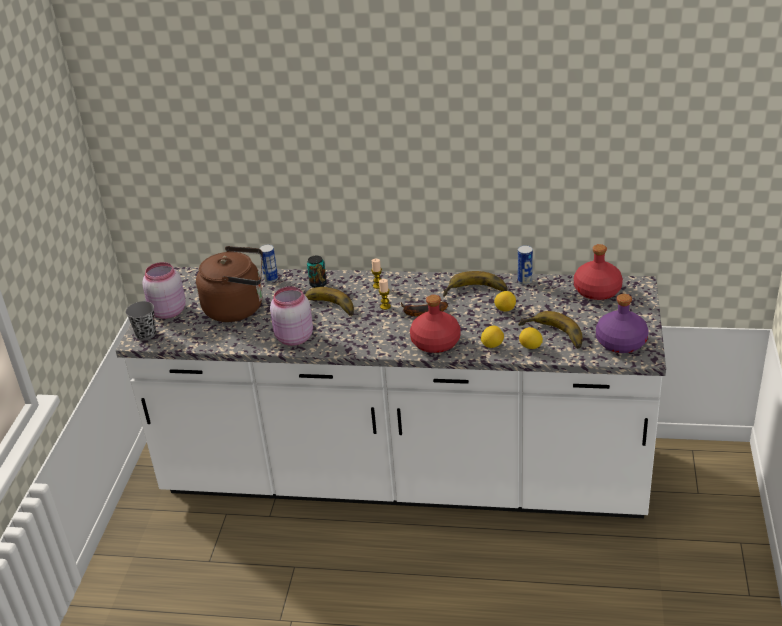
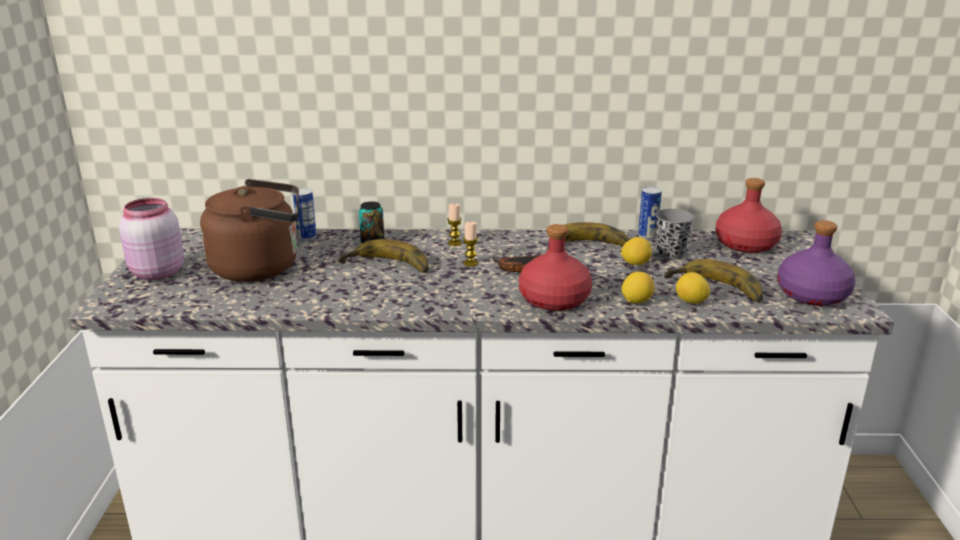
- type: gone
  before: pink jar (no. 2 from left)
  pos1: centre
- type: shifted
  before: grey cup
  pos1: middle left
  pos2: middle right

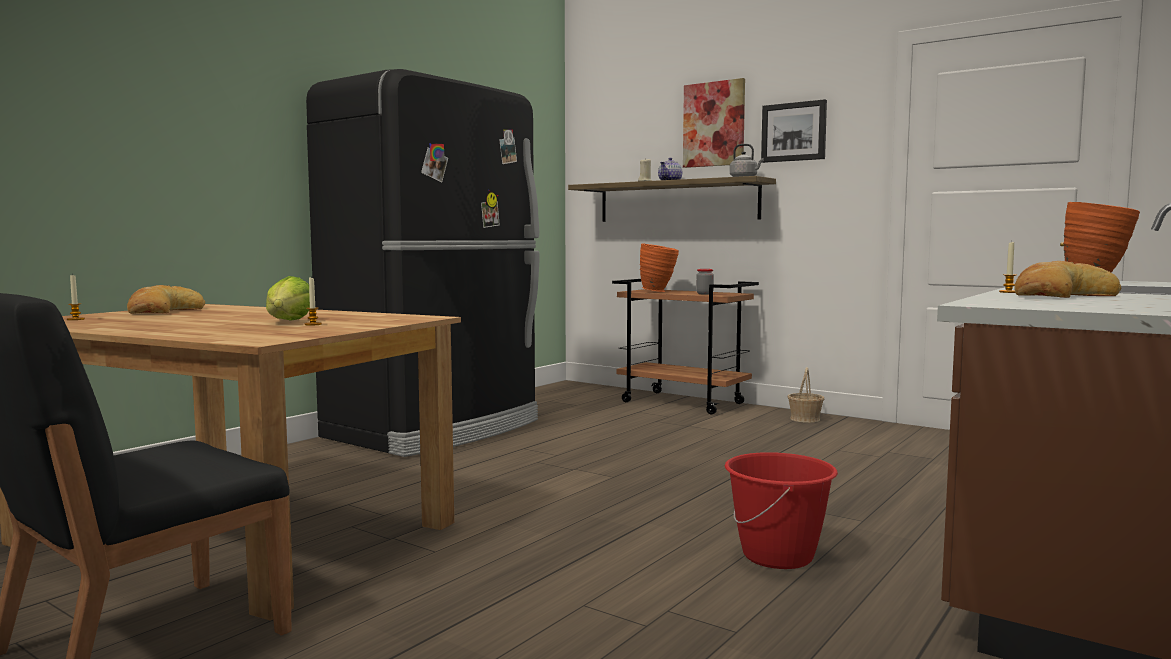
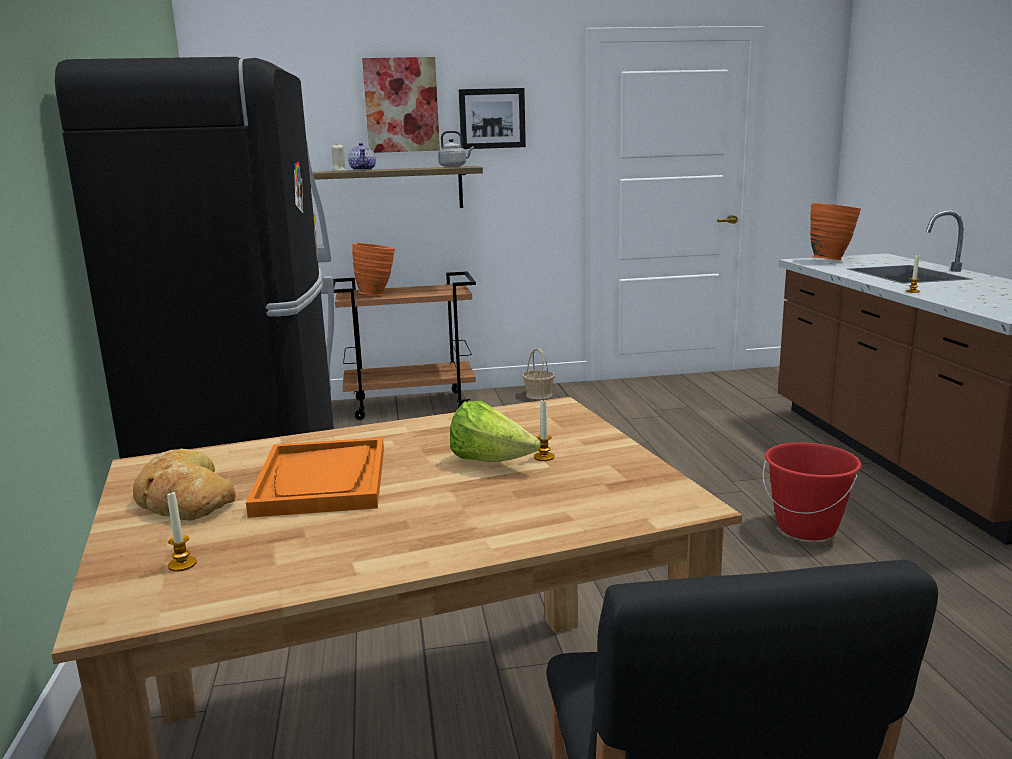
- type: gone
  before: jar
  pos1: centre
- type: gone
  before: bread (no. 2 from left)
  pos1: middle right
- type: new
  after: orange tray
  pos2: middle left

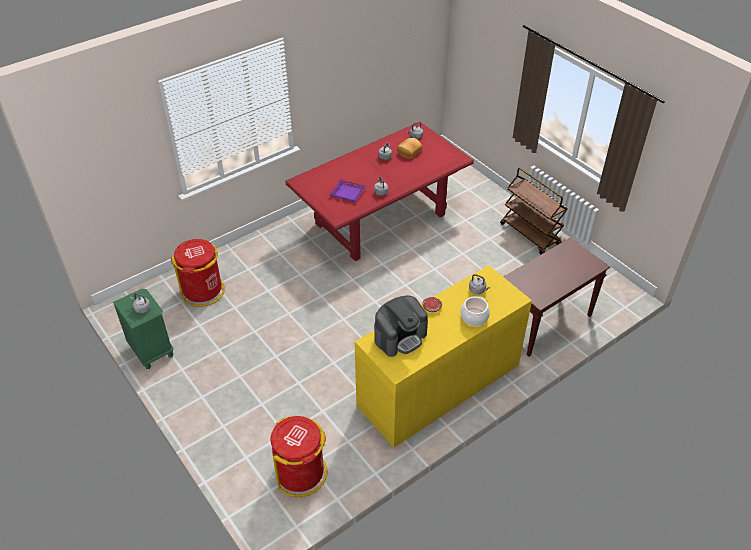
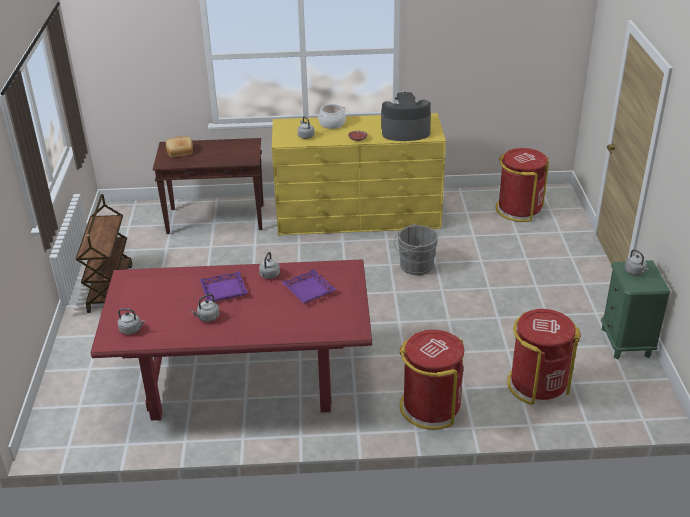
- type: new
  after: purple tray (no. 1 from left)
  pos2: middle left
- type: new
  after: grey bucket
  pos2: centre
- type: new
  after: red trash can (no. 1 from left)
  pos2: bottom centre
- type: shifted
  before: bread
  pos1: top centre
  pos2: top left

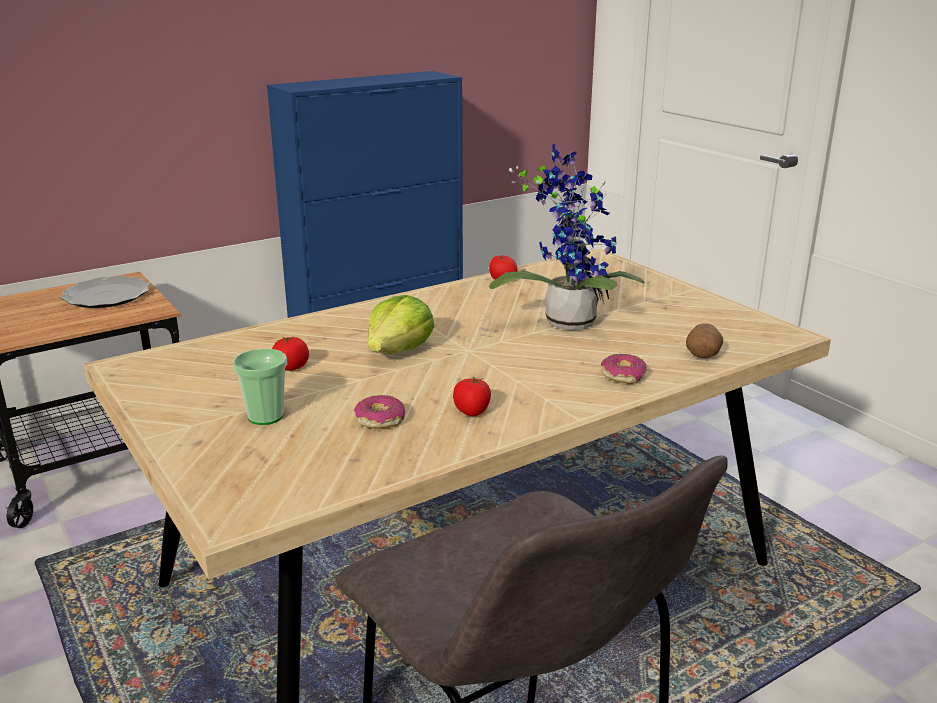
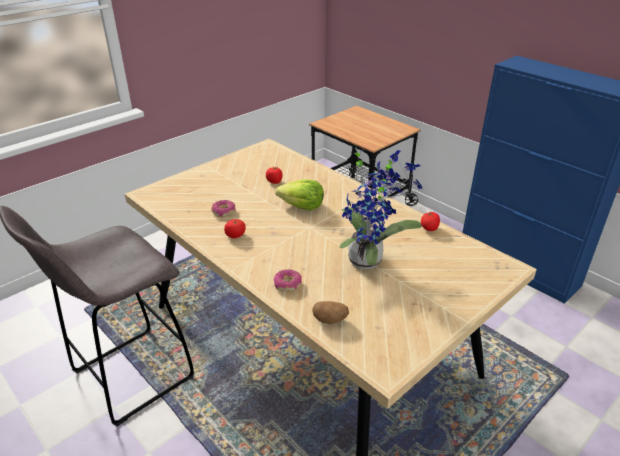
- type: gone
  before: plate
  pos1: middle left
- type: gone
  before: cup
  pos1: middle left

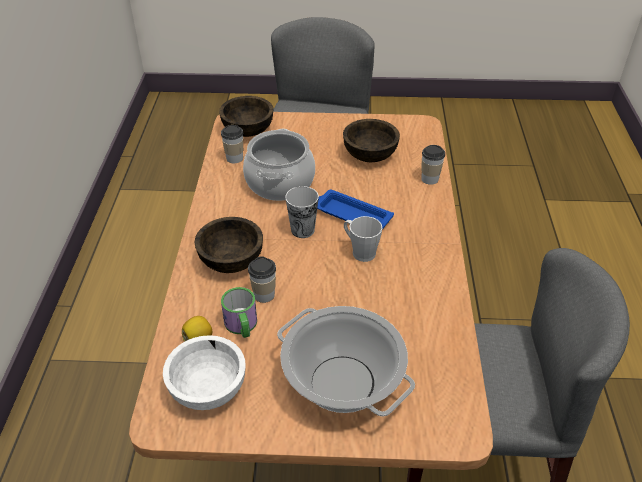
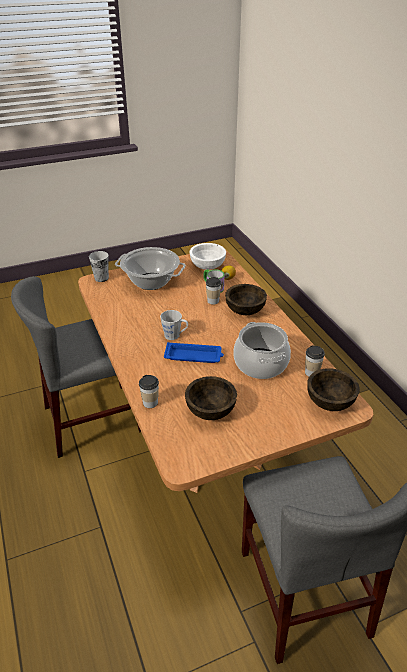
- type: shifted
  before: cup (no. 3 from left in the first image)
  after: cup (no. 1 from left)
  pos1: centre
  pos2: middle left

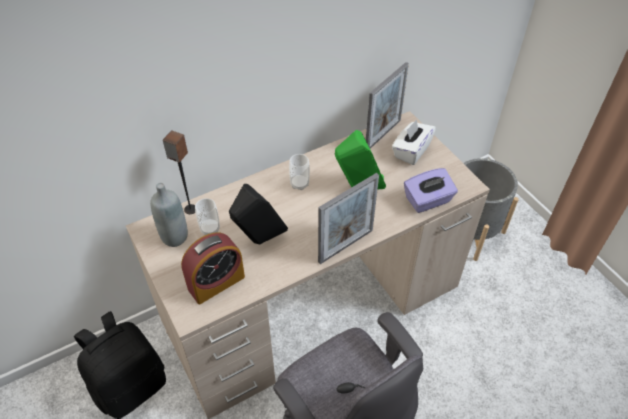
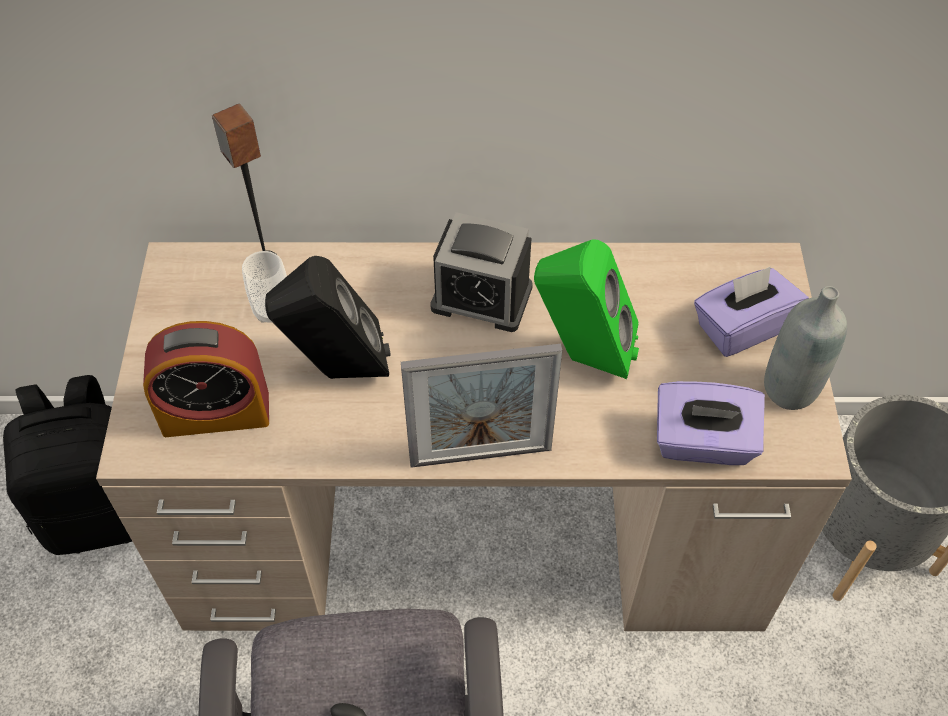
- type: gone
  before: picture frame (no. 2 from left)
  pos1: top centre
- type: shifted
  before: grey bottle
  pos1: middle left
  pos2: middle right
- type: swapped
  before: cup (no. 2 from left)
  after: alarm clock (no. 2 from left)
  pos1: centre
  pos2: centre
- type: repainted
  before: white tissue box
  after: purple tissue box (no. 2 from left)
  pos1: centre
  pos2: middle right

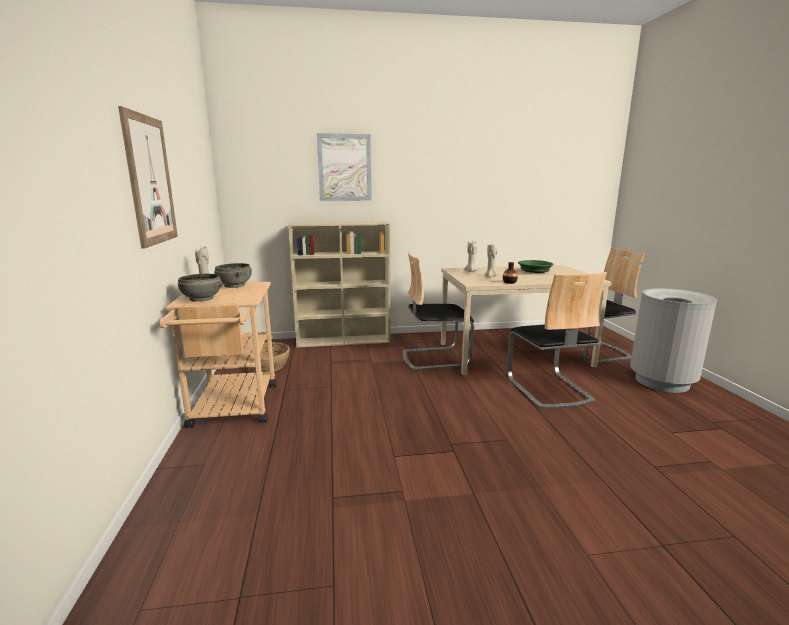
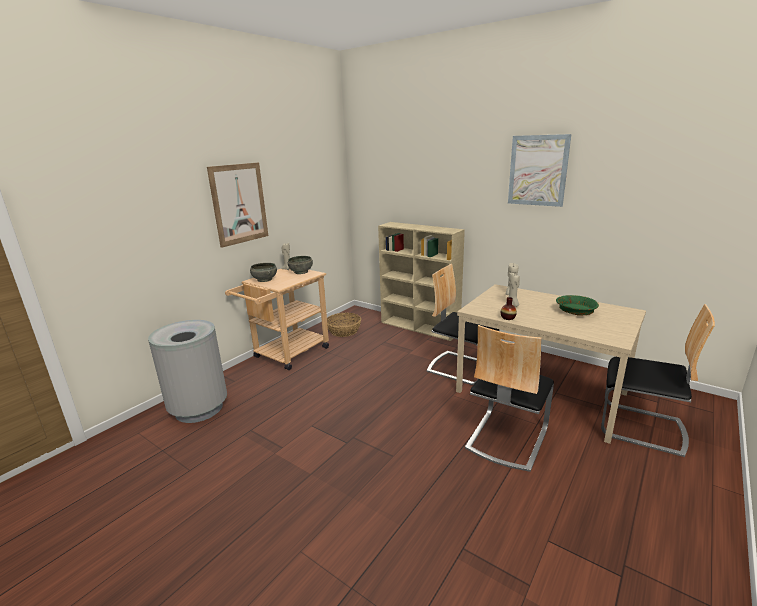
- type: shifted
  before: picture (no. 2 from left)
  pos1: top centre
  pos2: top right
- type: shifted
  before: grey trash can
  pos1: middle right
  pos2: middle left

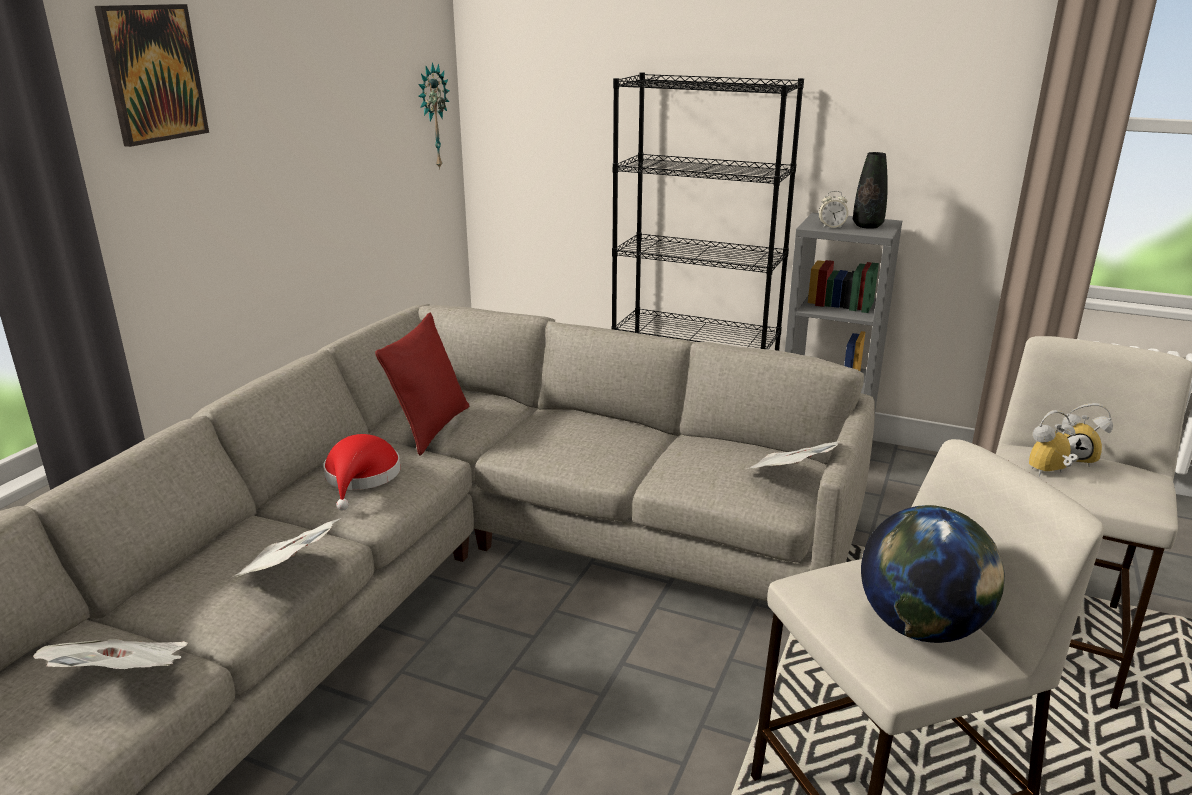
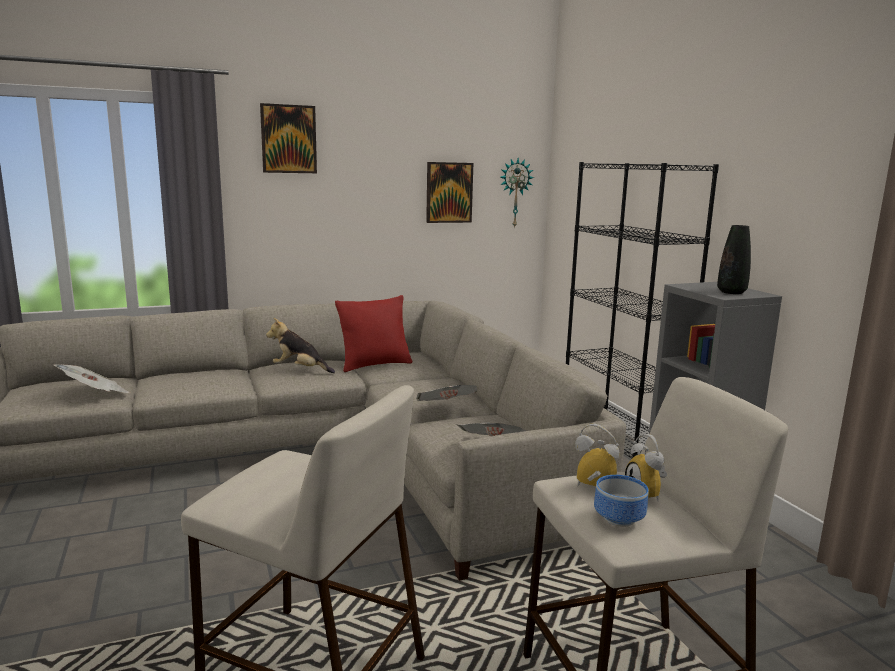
- type: gone
  before: alarm clock (no. 1 from left)
  pos1: top right
- type: gone
  before: globe
  pos1: bottom right
- type: new
  after: picture (no. 2 from left)
  pos2: top centre
- type: new
  after: bowl
  pos2: bottom right
- type: shifted
  before: newspaper (no. 2 from left)
  pos1: bottom left
  pos2: centre
- type: swapped
  before: red hat
  after: plush toy
  pos1: middle left
  pos2: centre

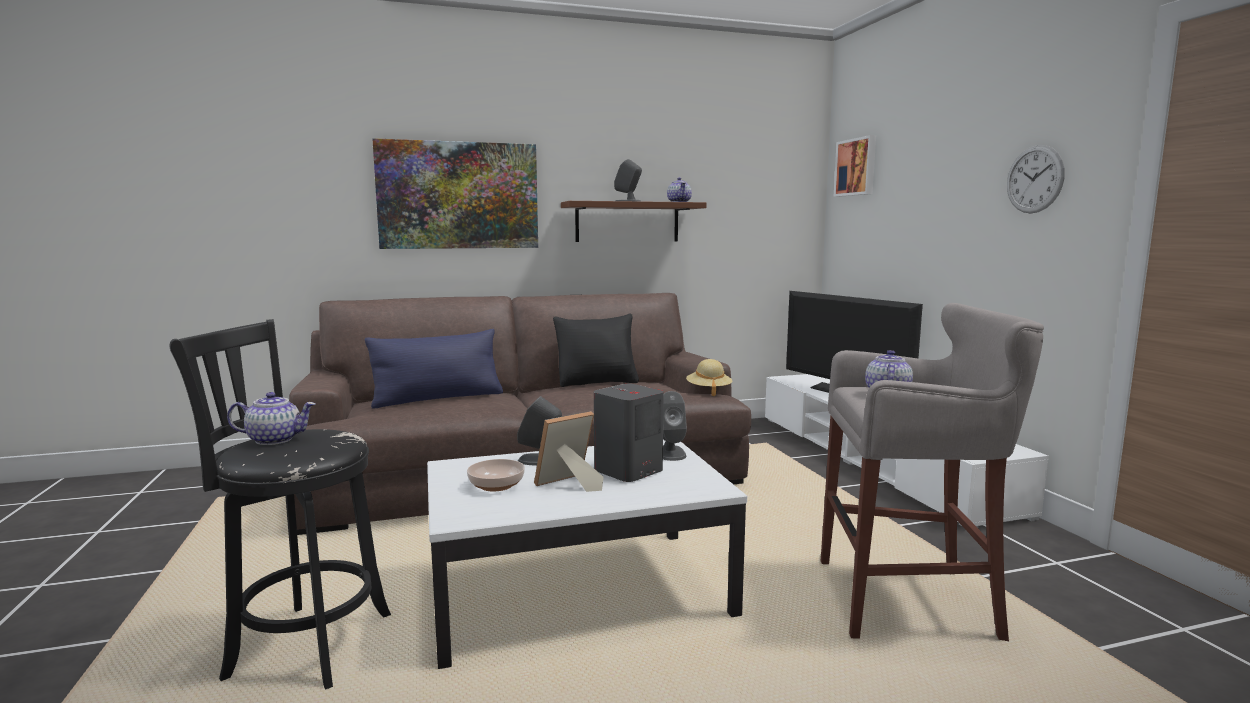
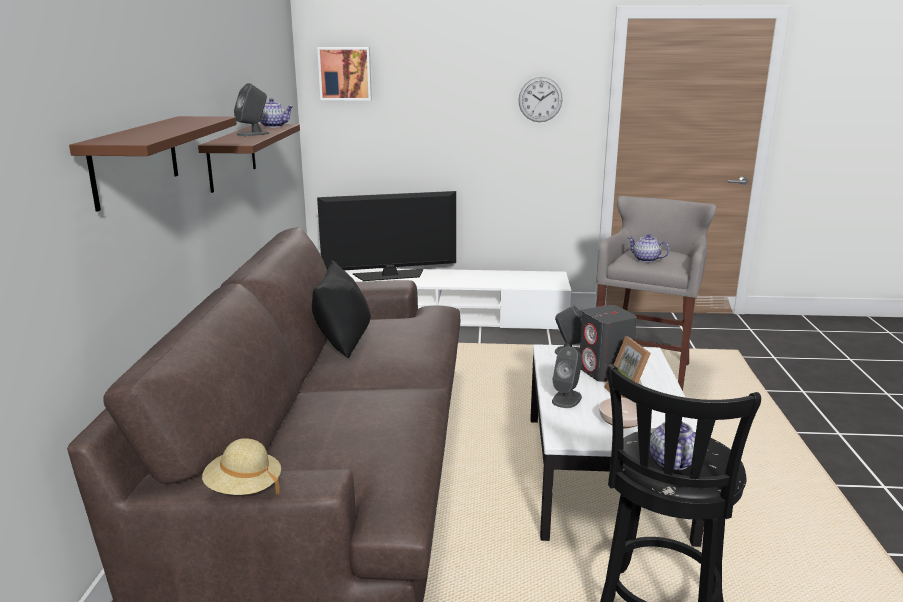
- type: gone
  before: blue pillow
  pos1: centre
- type: shifted
  before: beige hat
  pos1: centre
  pos2: bottom left
- type: swapped
  before: picture (no. 1 from left)
  after: brown shelf (no. 1 from left)
  pos1: top centre
  pos2: top left

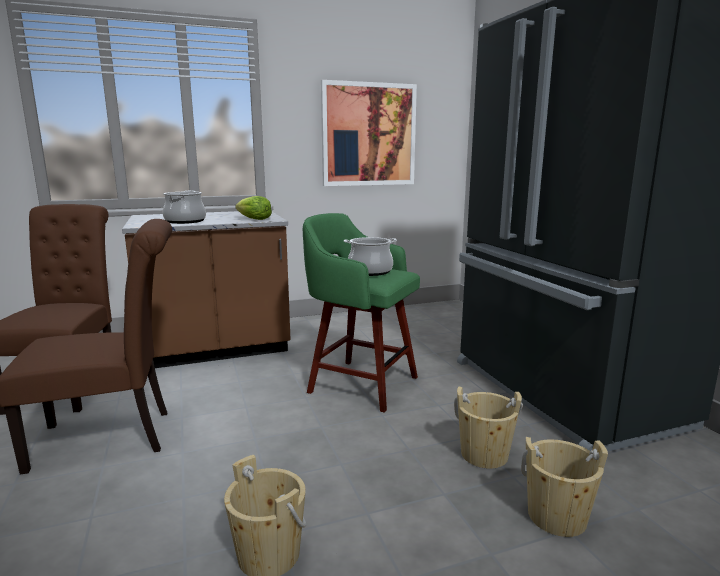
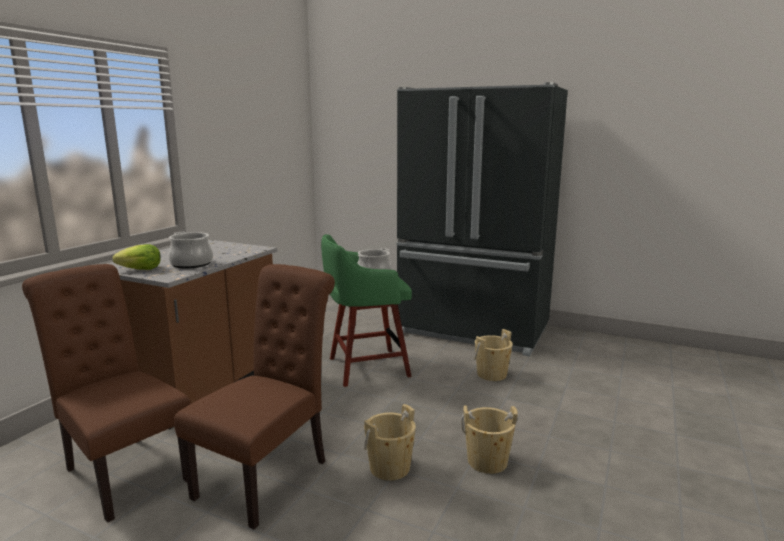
- type: gone
  before: picture
  pos1: top centre
- type: shifted
  before: lettuce
  pos1: centre
  pos2: middle left
- type: shifted
  before: beige bucket (no. 3 from left in the first image)
  after: beige bucket (no. 1 from left)
  pos1: bottom right
  pos2: bottom centre

